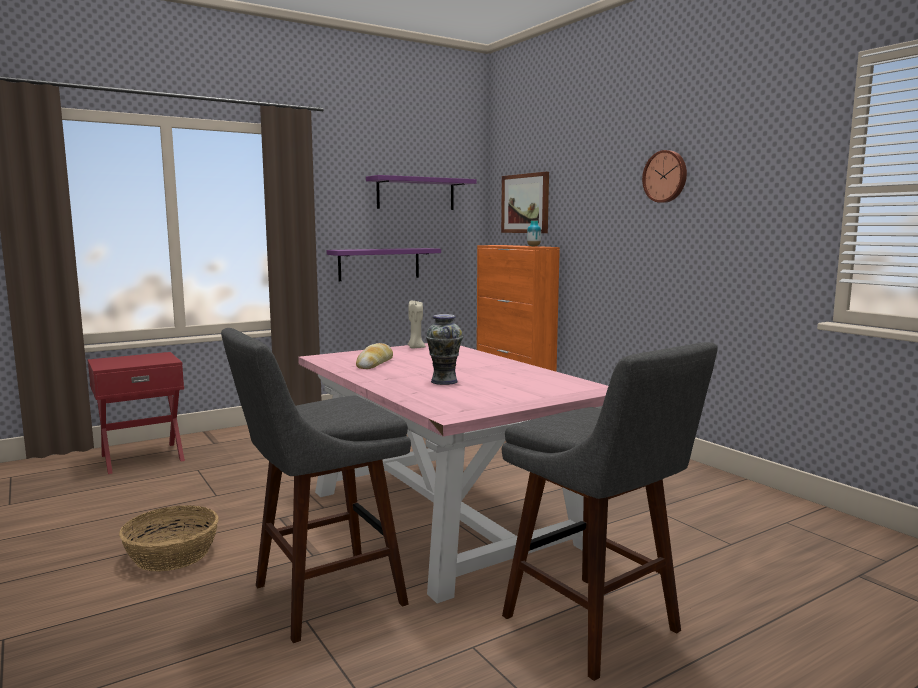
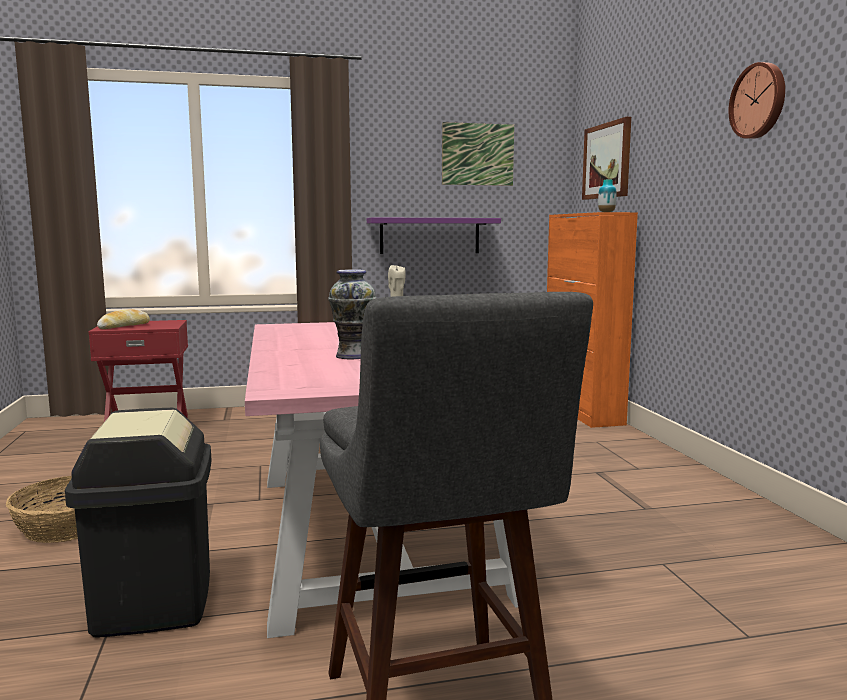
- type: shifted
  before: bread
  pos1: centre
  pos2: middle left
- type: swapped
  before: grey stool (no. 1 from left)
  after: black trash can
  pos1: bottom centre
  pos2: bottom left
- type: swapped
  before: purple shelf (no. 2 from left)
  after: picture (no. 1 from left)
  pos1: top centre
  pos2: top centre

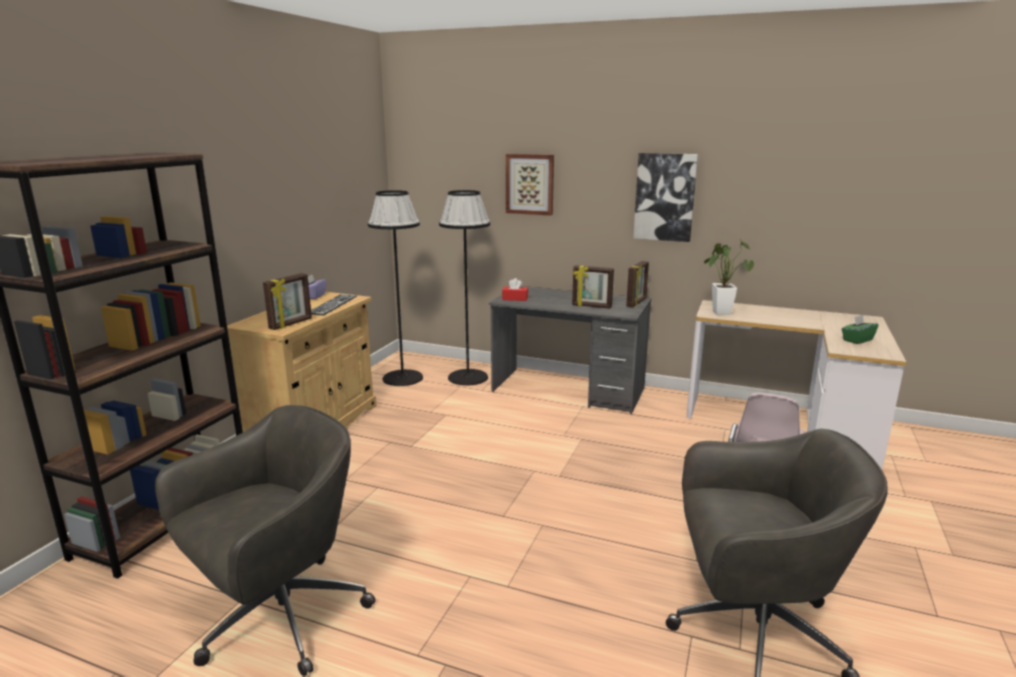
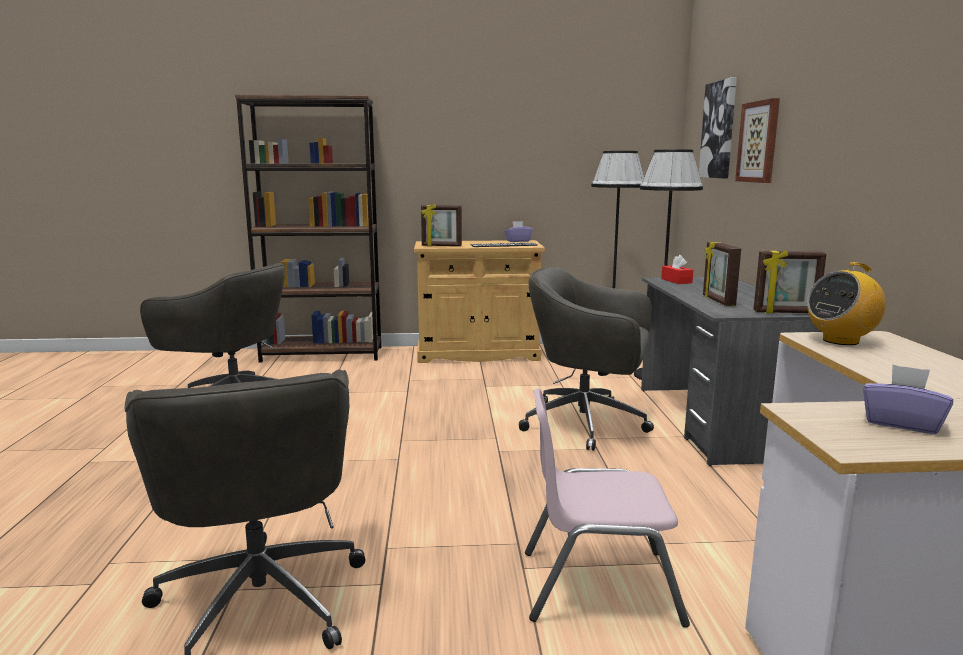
- type: new
  after: grey office chair (no. 3 from left)
  pos2: centre
- type: shifted
  before: picture (no. 2 from left in the first image)
  after: picture (no. 1 from left)
  pos1: top centre
  pos2: top right
- type: swapped
  before: potted plant
  after: radio
  pos1: middle right
  pos2: middle right
- type: repainted
  before: green tissue box
  after: purple tissue box (no. 2 from left)
  pos1: middle right
  pos2: middle right

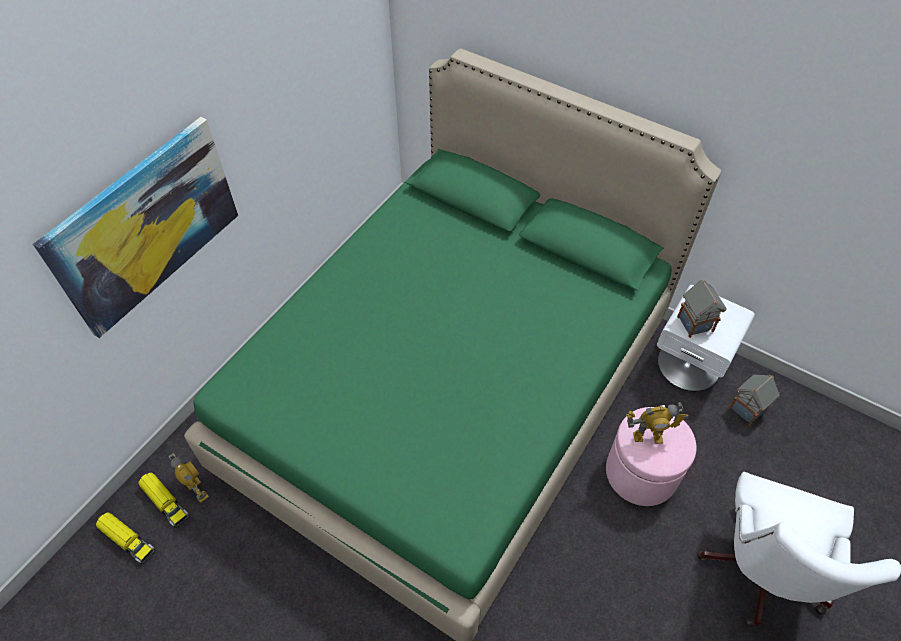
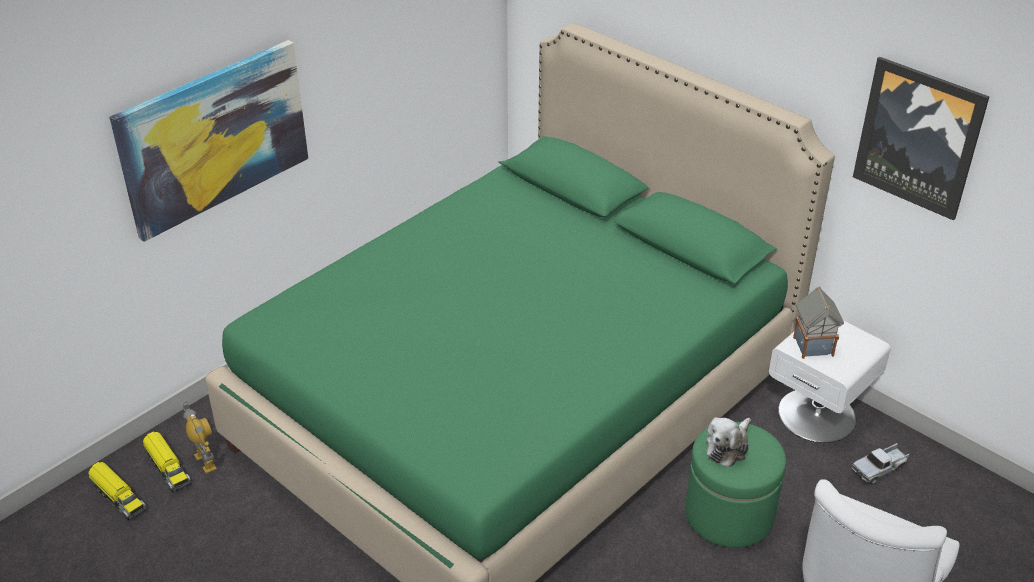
- type: new
  after: picture (no. 2 from left)
  pos2: top right
- type: swapped
  before: toy robot (no. 2 from left)
  after: plush toy
  pos1: middle right
  pos2: bottom right
- type: swapped
  before: toy house (no. 2 from left)
  after: toy truck (no. 3 from left)
  pos1: middle right
  pos2: bottom right
- type: repainted
  before: pink ottoman
  after: green ottoman
  pos1: bottom right
  pos2: bottom right

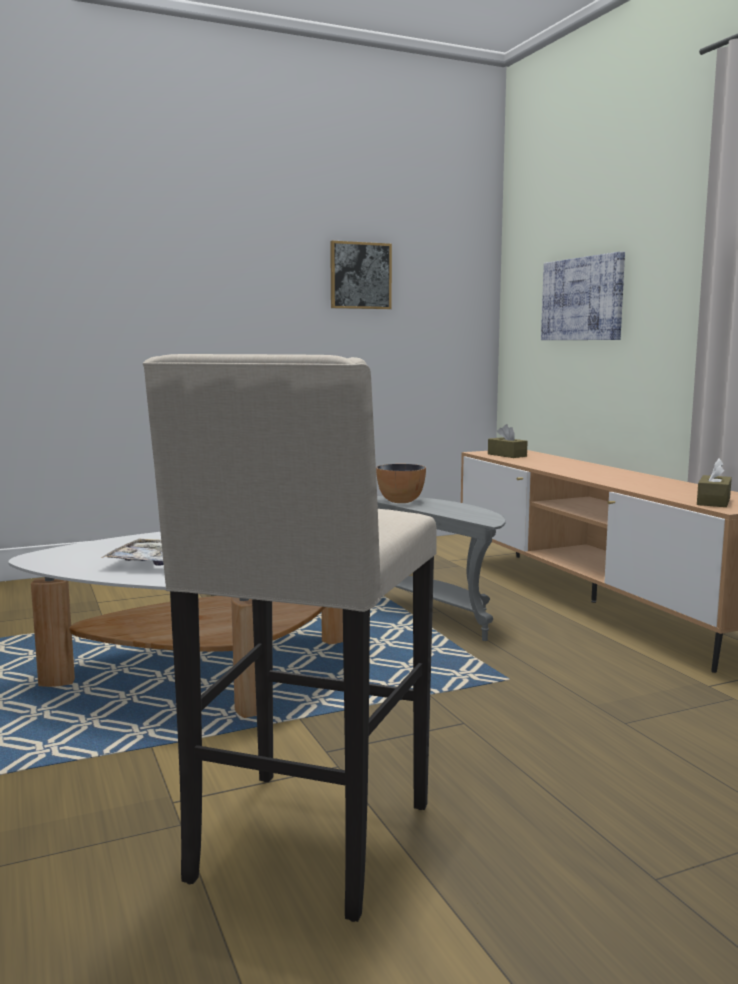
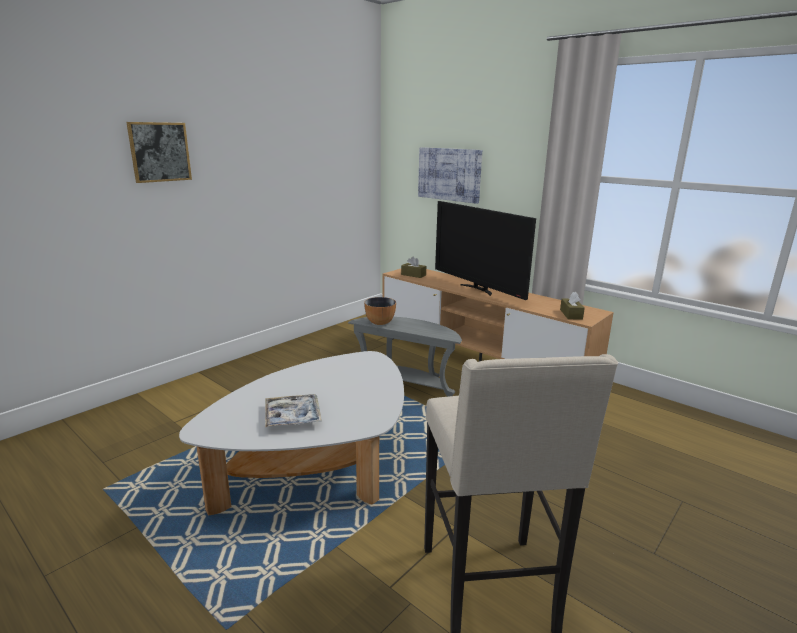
- type: new
  after: television
  pos2: centre
- type: shifted
  before: picture (no. 1 from left)
  pos1: top centre
  pos2: top left

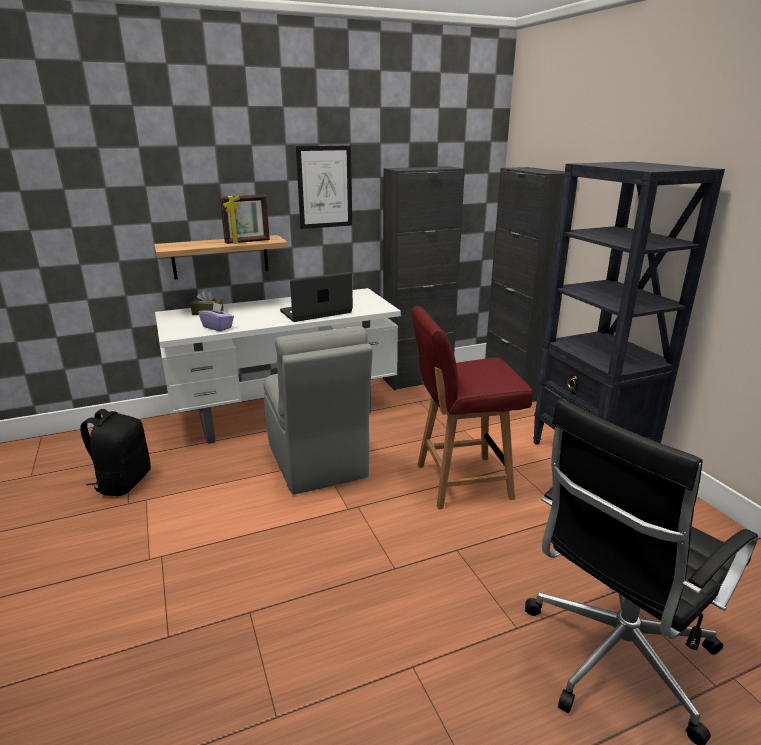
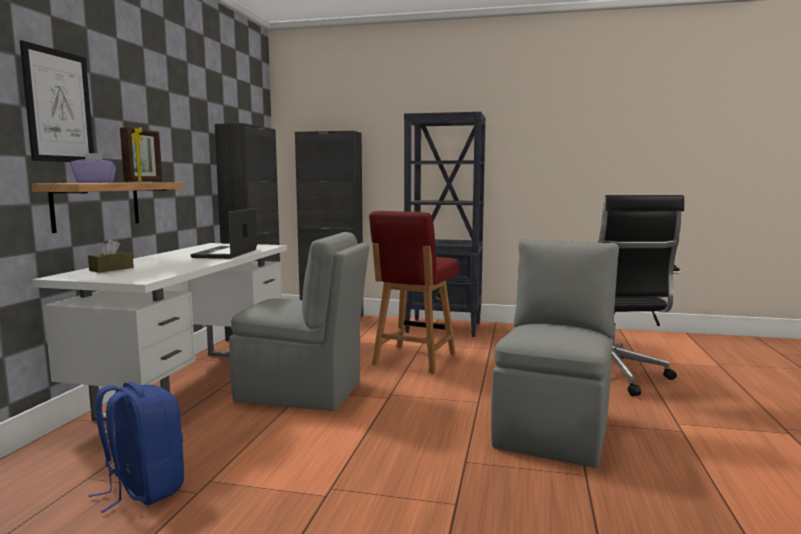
- type: new
  after: grey chair (no. 2 from left)
  pos2: middle right
- type: shifted
  before: purple tissue box
  pos1: middle left
  pos2: top left
- type: shifted
  before: picture
  pos1: top centre
  pos2: top left
- type: repainted
  before: black backpack
  after: blue backpack
  pos1: middle left
  pos2: bottom left

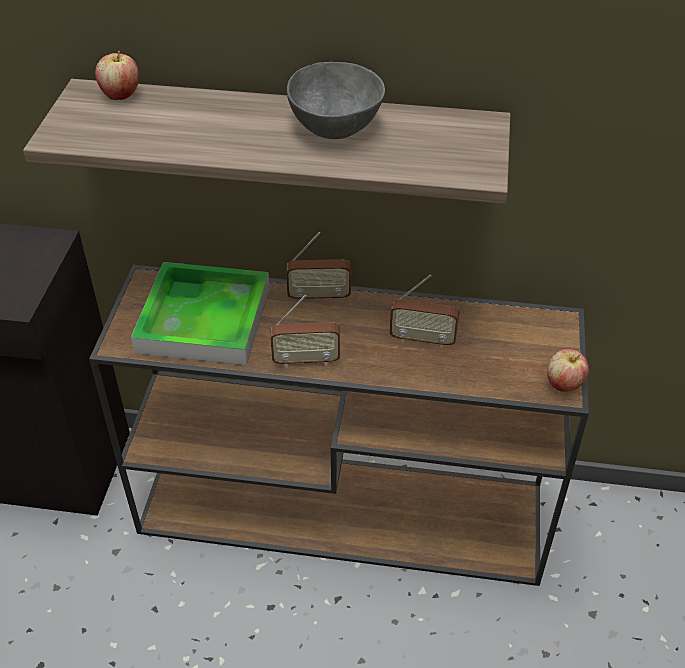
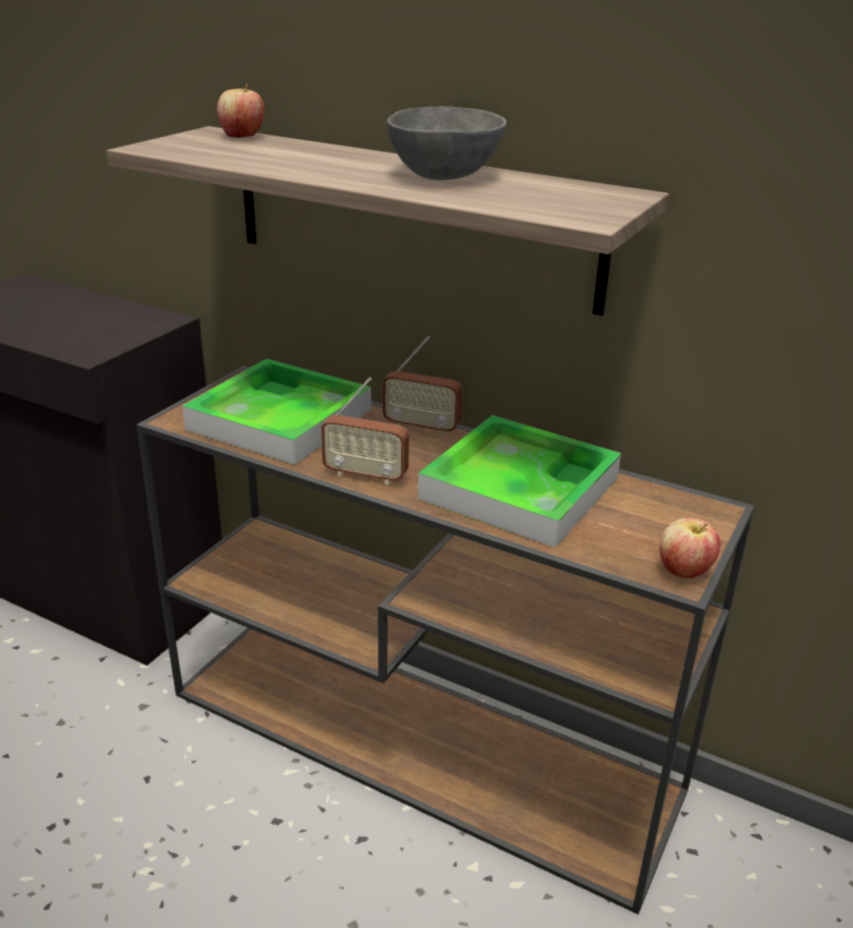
- type: swapped
  before: radio (no. 3 from left)
  after: tray (no. 2 from left)
  pos1: centre
  pos2: centre

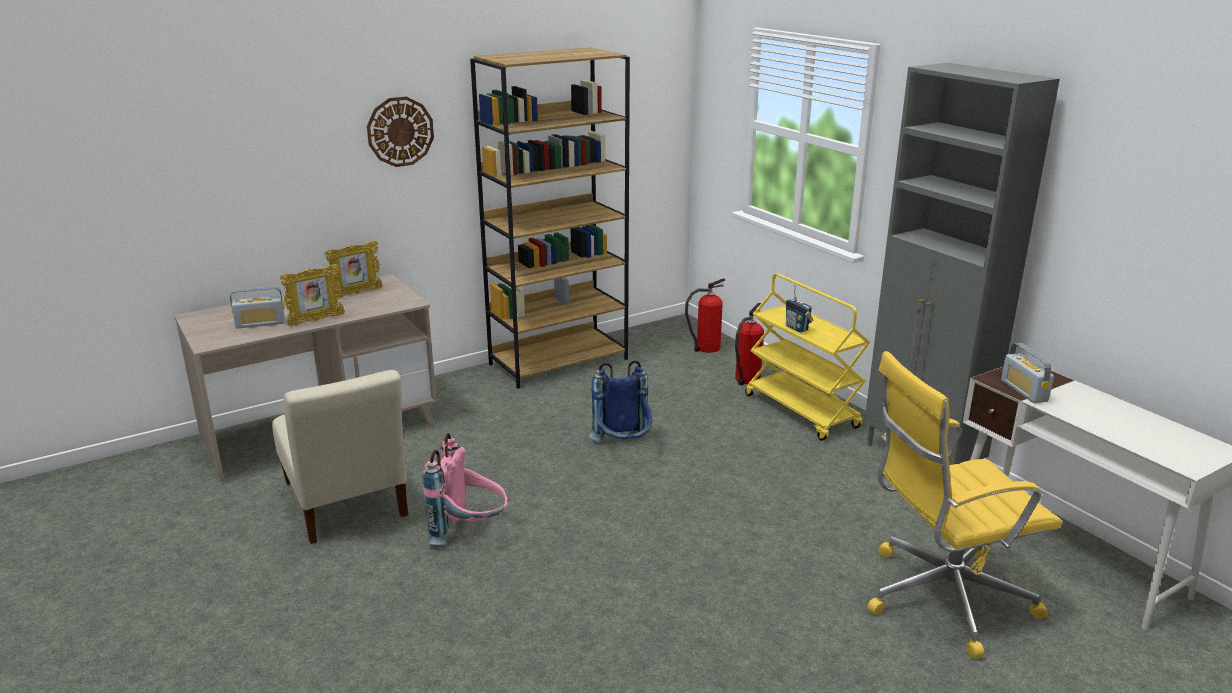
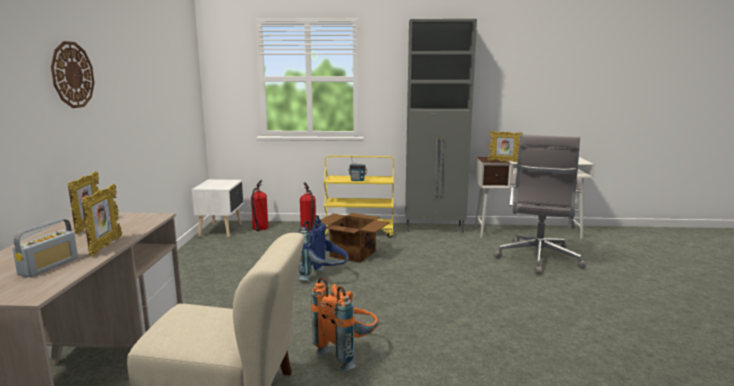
- type: gone
  before: brown bookcase
  pos1: top centre
- type: new
  after: white nightstand
  pos2: middle left
- type: new
  after: cardboard box
  pos2: centre
- type: swapped
  before: radio (no. 3 from left)
  after: picture frame (no. 3 from left)
  pos1: middle right
  pos2: middle right
- type: repainted
  before: pink backpack
  after: orange backpack
  pos1: bottom centre
  pos2: bottom centre
- type: repainted
  before: yellow office chair
  after: grey office chair
  pos1: bottom right
  pos2: middle right

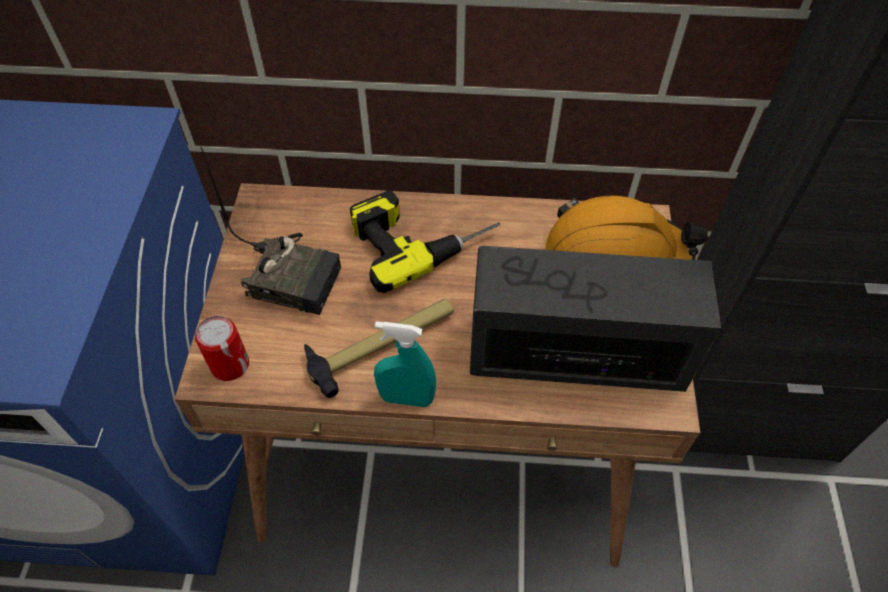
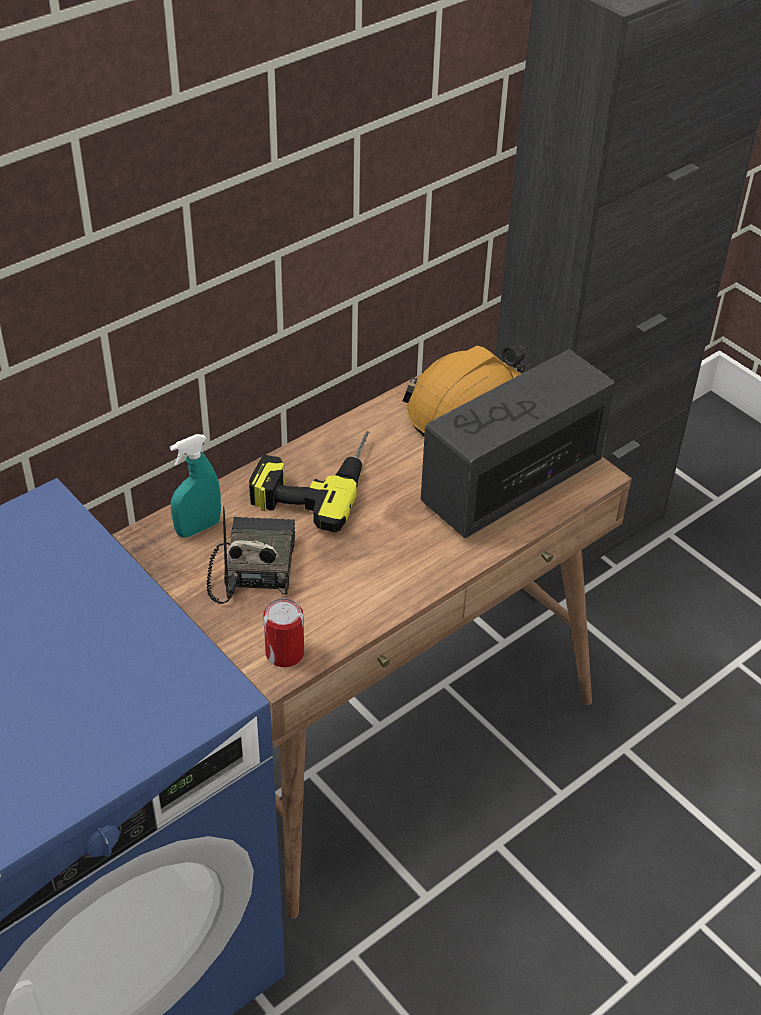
- type: gone
  before: hammer
  pos1: centre
- type: shifted
  before: turquoise spray bottle
  pos1: centre
  pos2: middle left
- type: rotated
  before: radio (no. 1 from left)
  pos1: middle left
  pos2: middle left
  turn: -60

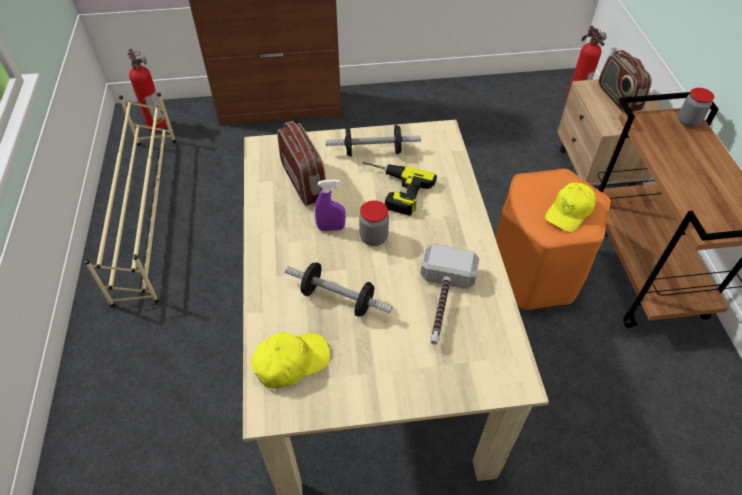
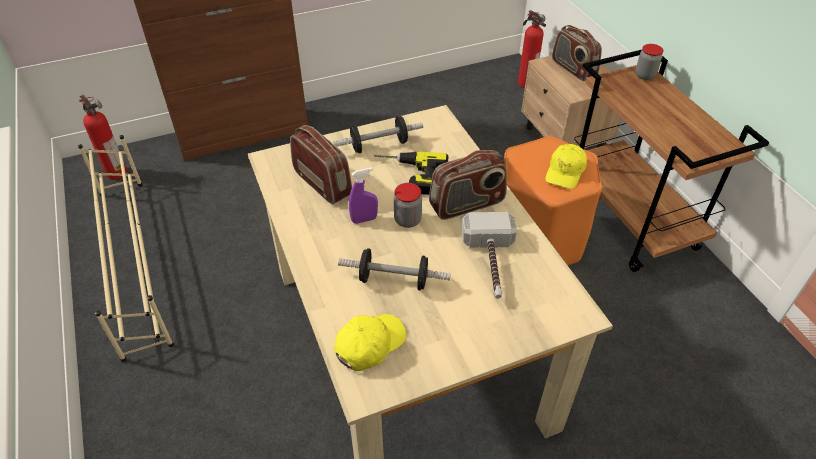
- type: new
  after: radio (no. 2 from left)
  pos2: centre

